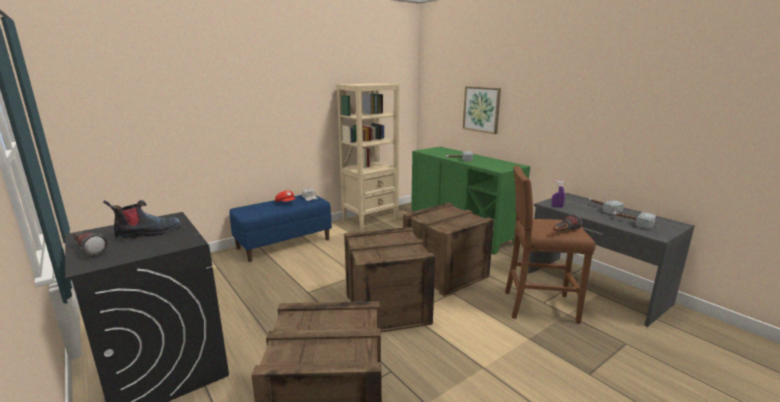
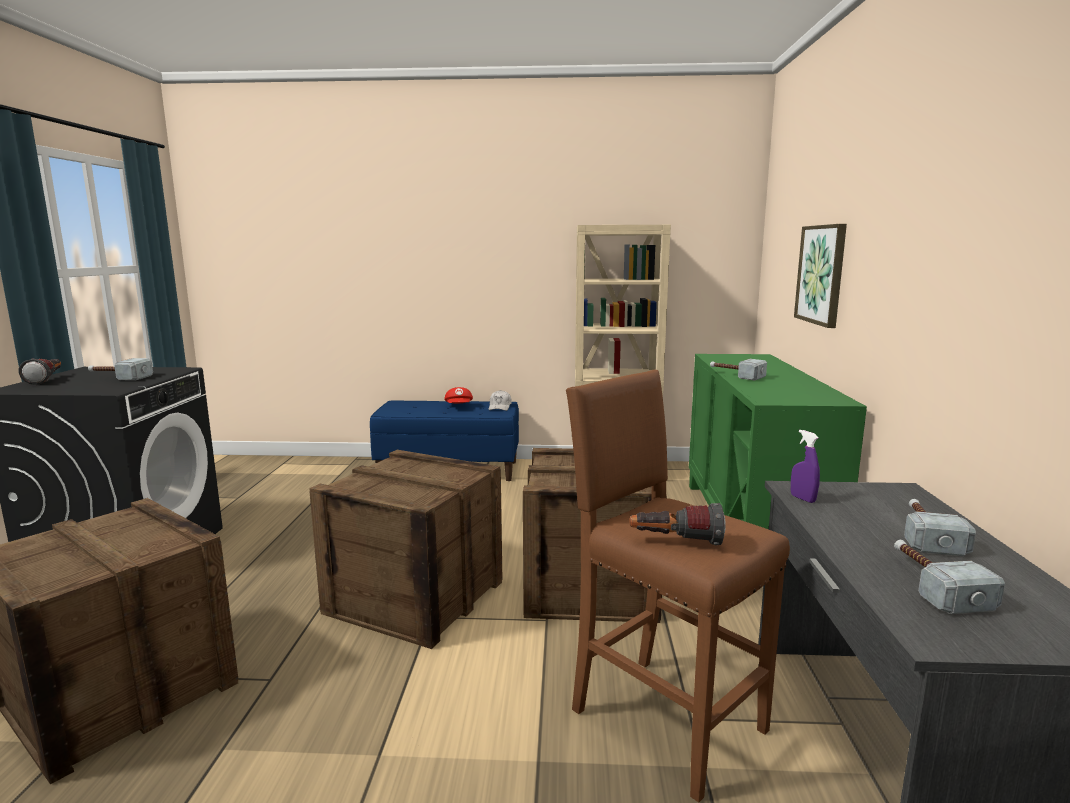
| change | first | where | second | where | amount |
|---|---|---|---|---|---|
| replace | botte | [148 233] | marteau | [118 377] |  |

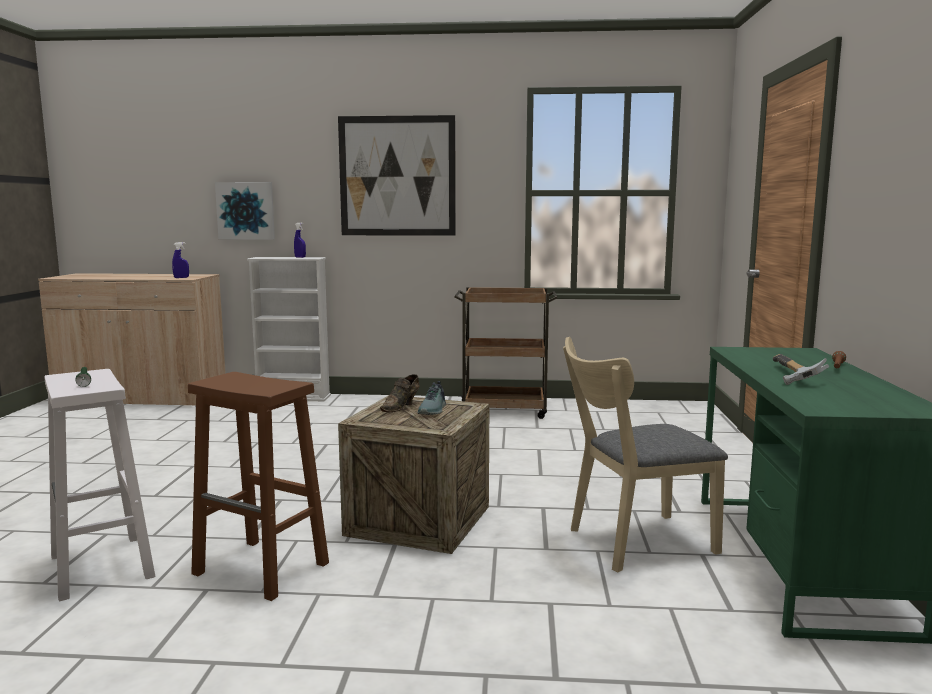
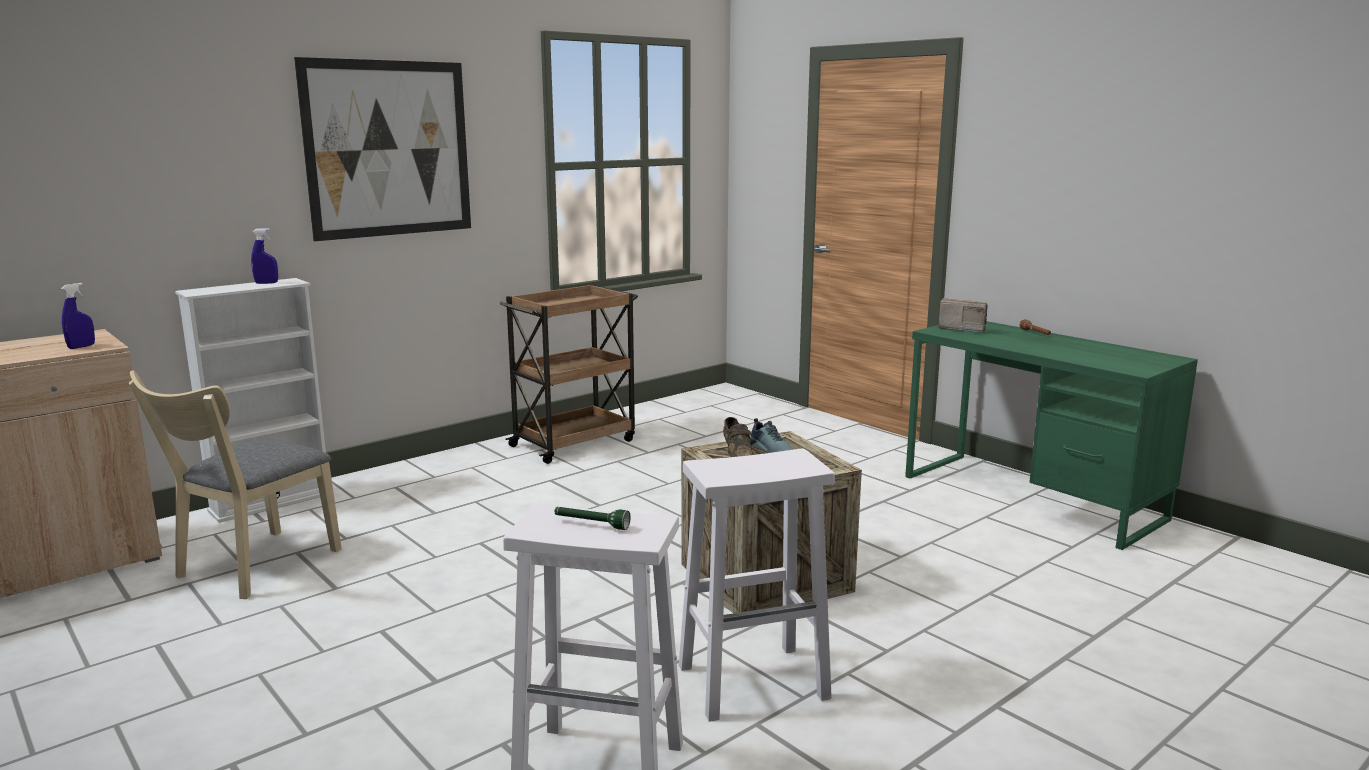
| change | first | where | second | where | amount |
|---|---|---|---|---|---|
| recolor | tabouret [marron] | [263 569] | tabouret [blanc] | [755 681] |  |
| delete | tableau | [246 210] |  |  |  |
| move | chaise [beige] | [632 542] |  | [250 568] |  |
| delete | marteau | [788 376] |  |  |  |
| insert |  |  | radio | [961 329] |  |

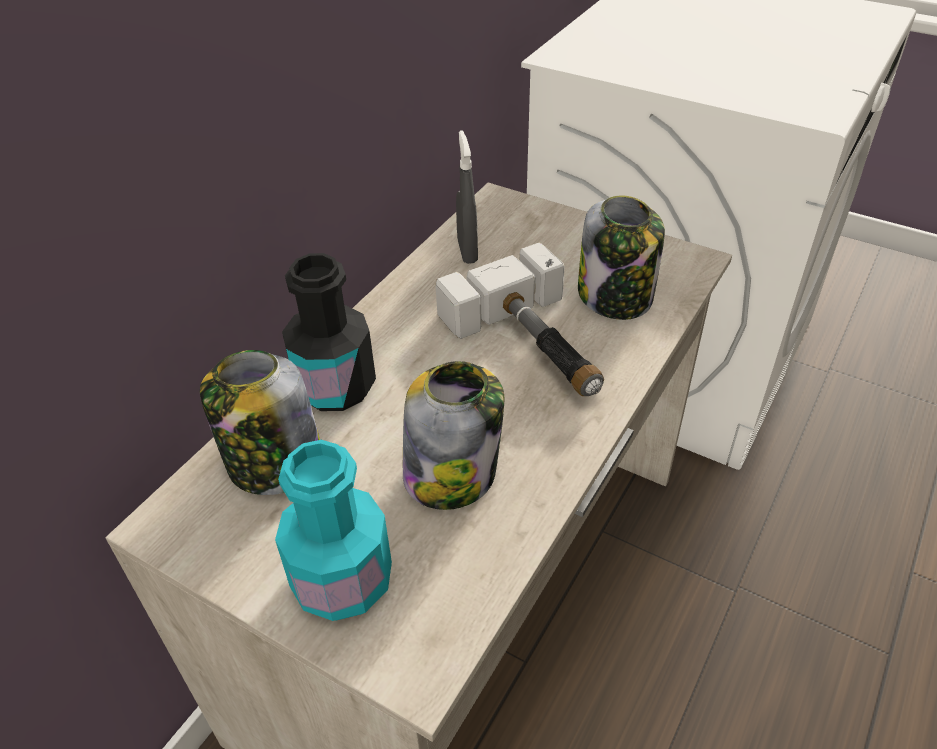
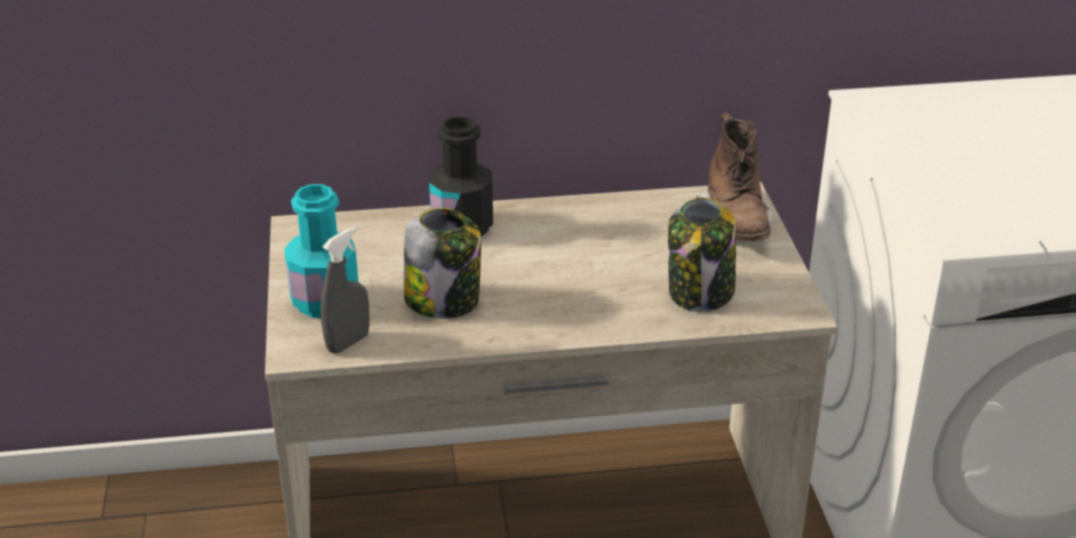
| change | first | where | second | where | amount |
|---|---|---|---|---|---|
| delete | bocal | [273 464] |  |  |  |
| delete | marteau | [535 345] |  |  |  |
| move | vaporisateur [gris] | [467 251] |  | [348 343] |  |
| insert |  |  | botte [marron] | [735 224] |  |

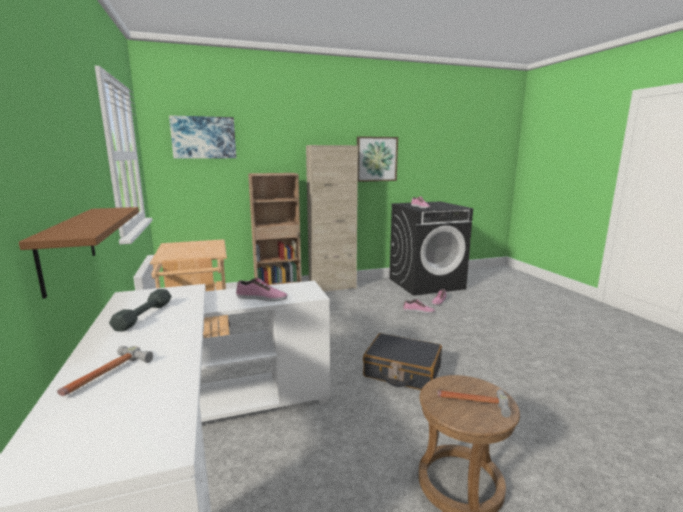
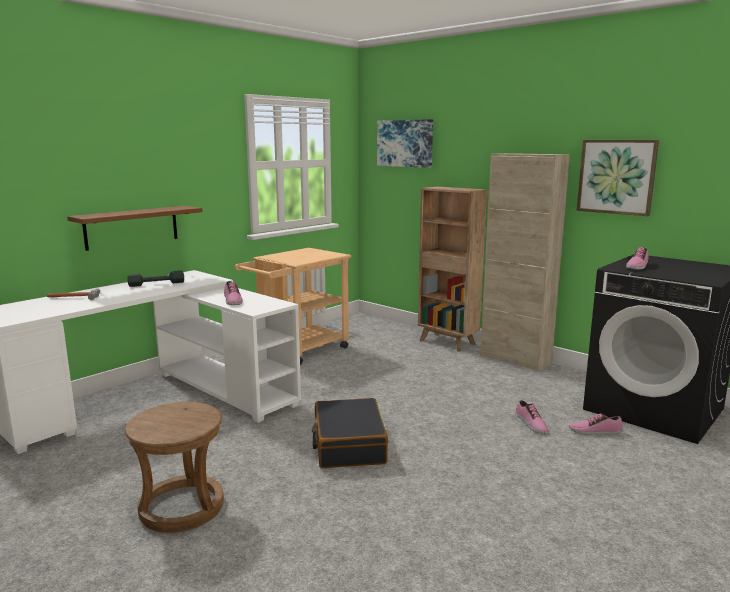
| change | first | where | second | where | amount |
|---|---|---|---|---|---|
| delete | marteau | [471 402] |  |  |  |

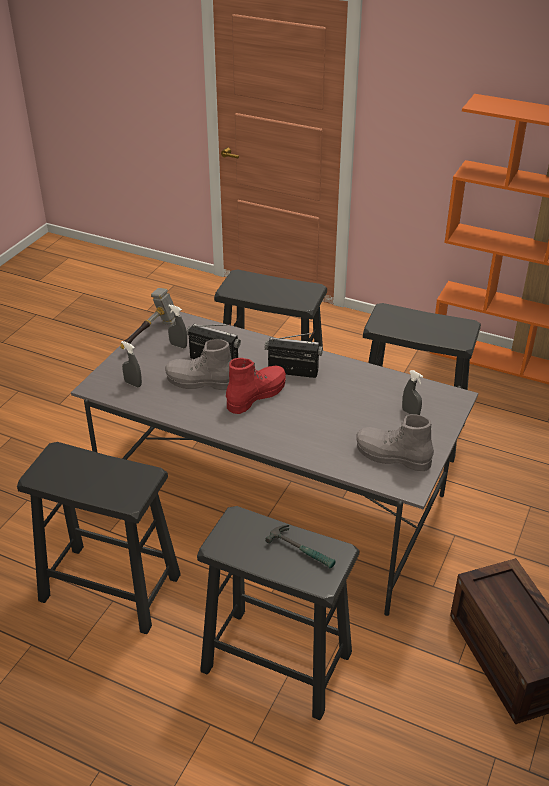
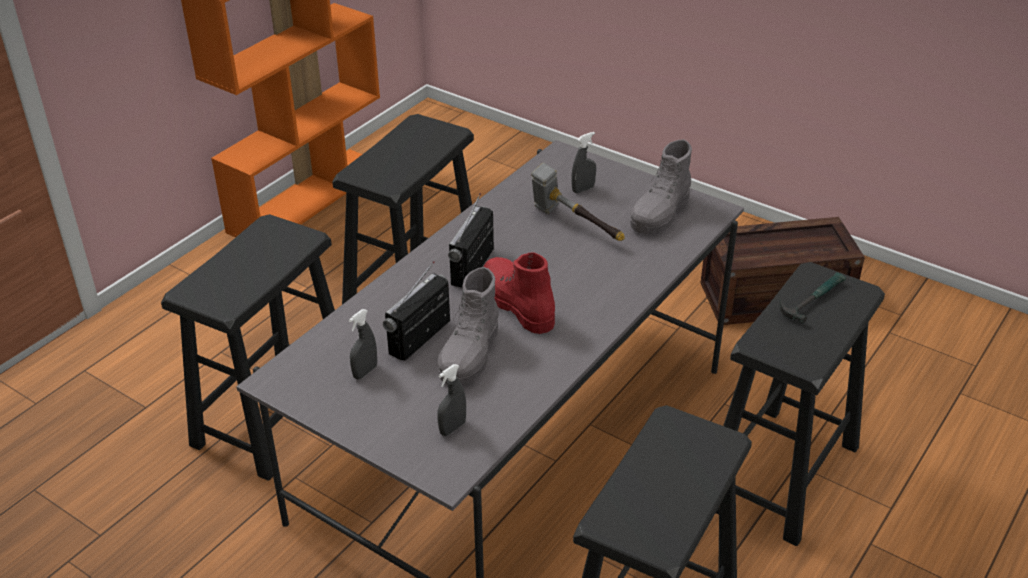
| change | first | where | second | where | amount |
|---|---|---|---|---|---|
| move | marteau | [150 335] |  | [574 226] |  |

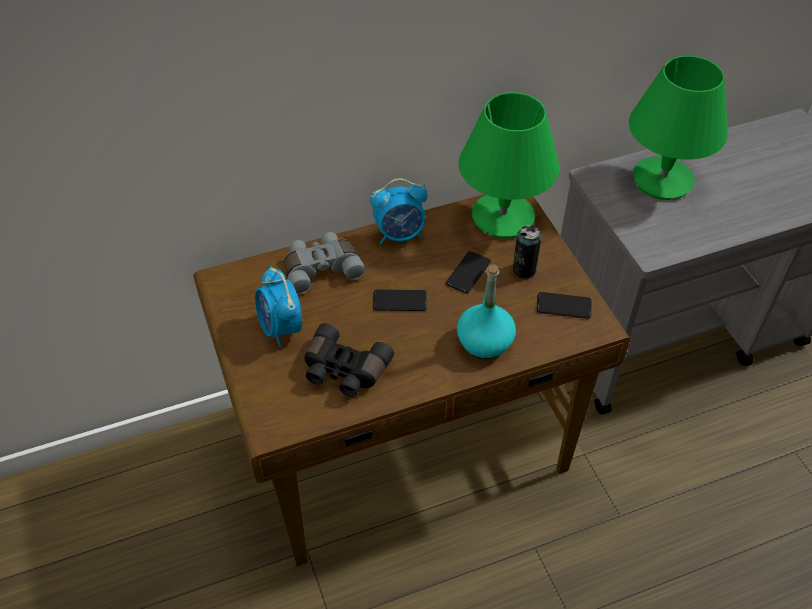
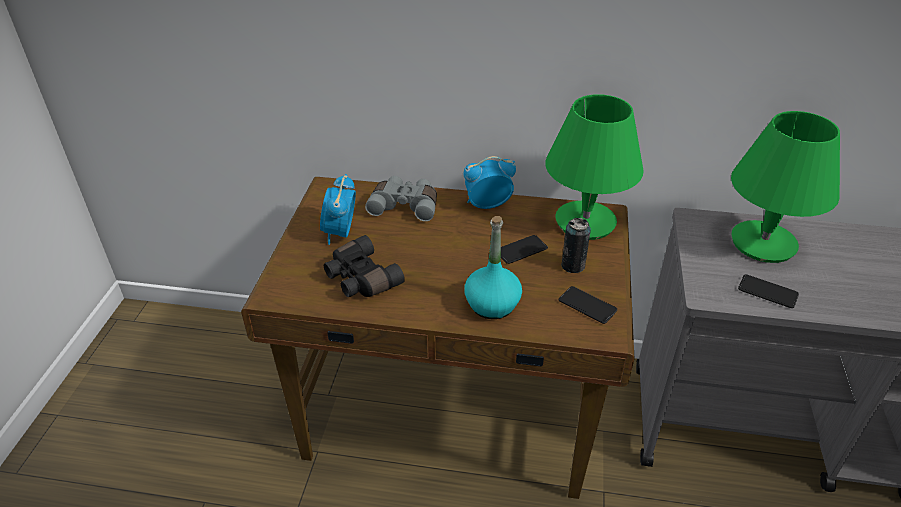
| change | first | where | second | where | amount |
|---|---|---|---|---|---|
| rotate | réveil | [400 234] |  | [487 204] | 150 degrees clockwise |
| move | téléphone | [400 301] |  | [767 292] |  |

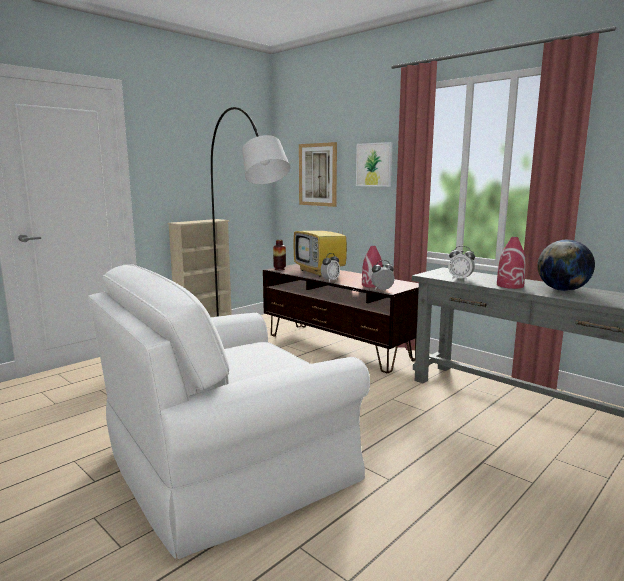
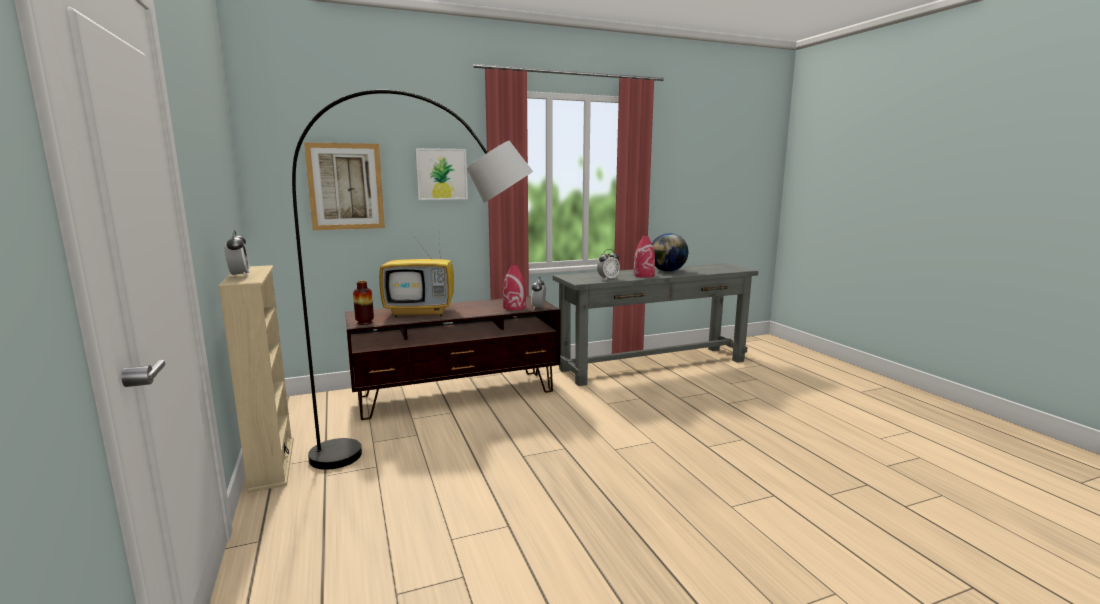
| change | first | where | second | where | amount |
|---|---|---|---|---|---|
| delete | fauteuil [blanc] | [227 466] |  |  |  |
| move | réveil | [330 280] |  | [239 276] |  |

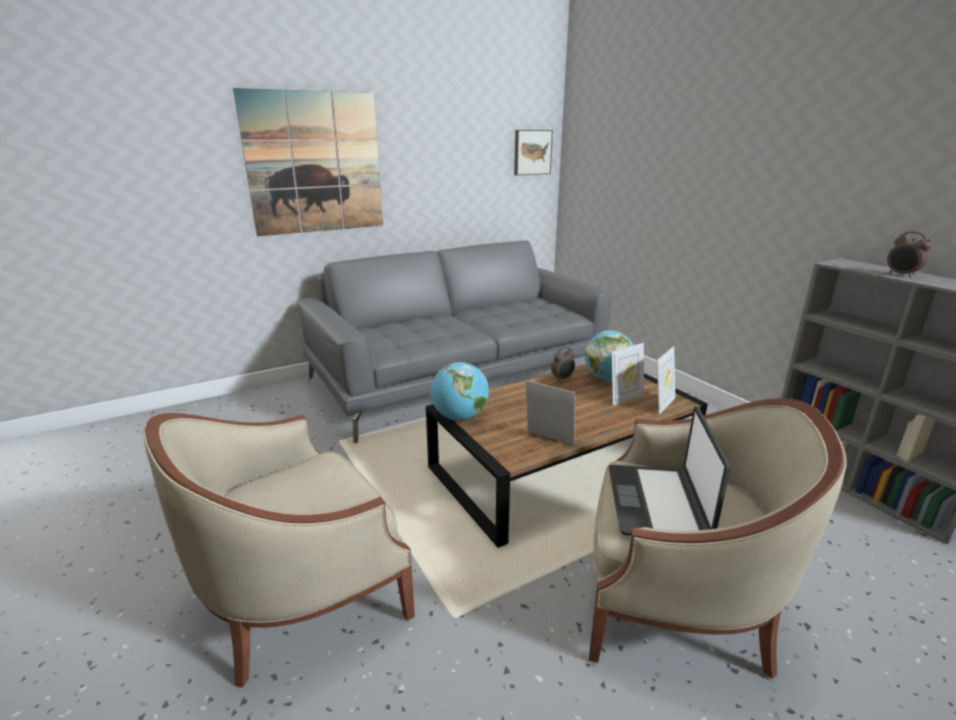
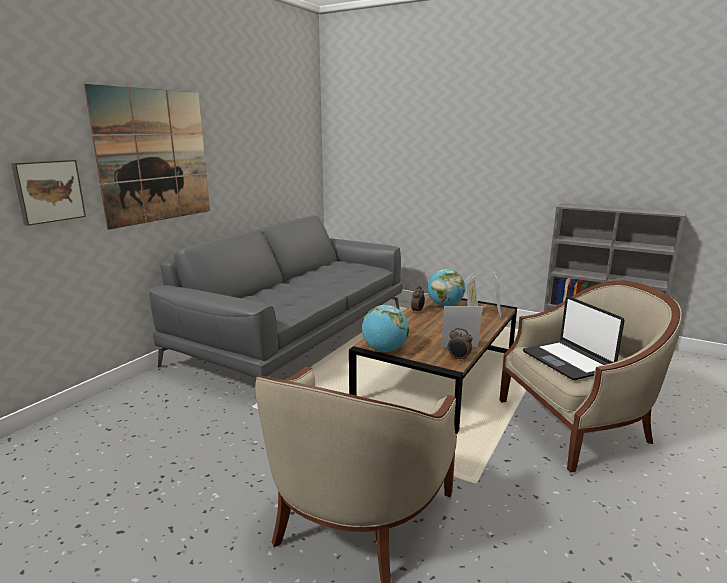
| change | first | where | second | where | amount |
|---|---|---|---|---|---|
| move | tableau | [532 152] |  | [48 191] |  |
| move | réveil | [901 275] |  | [458 358] |  |

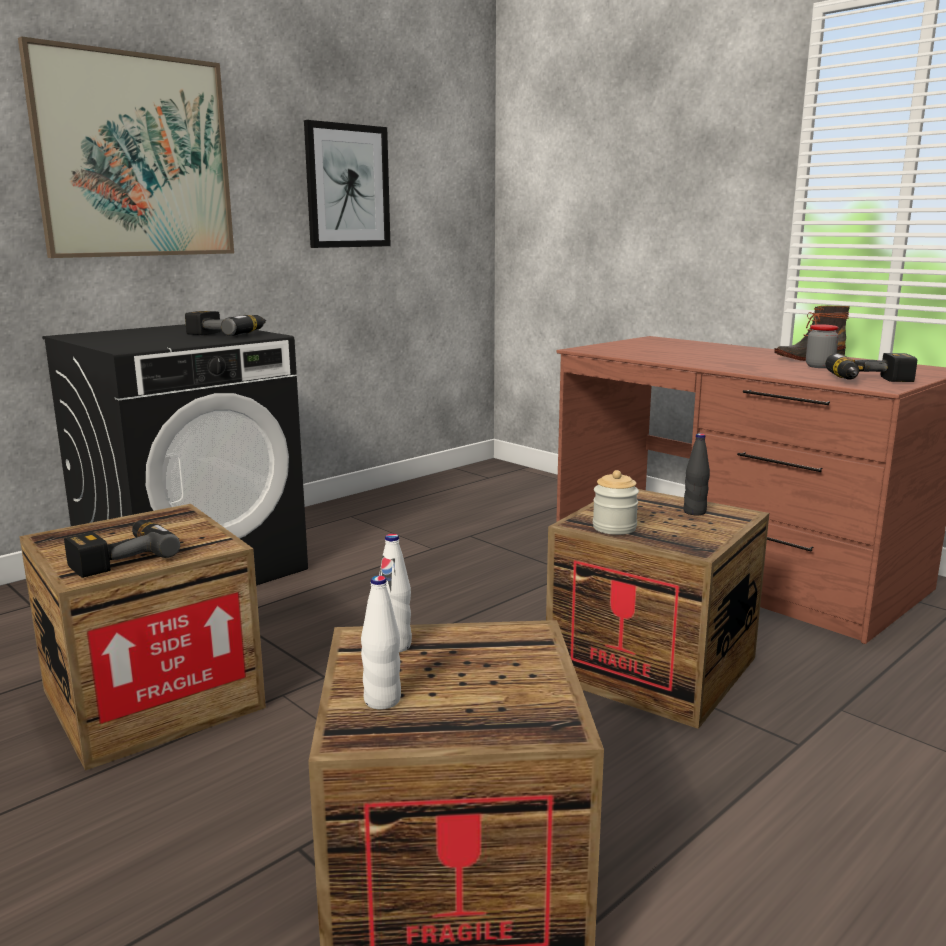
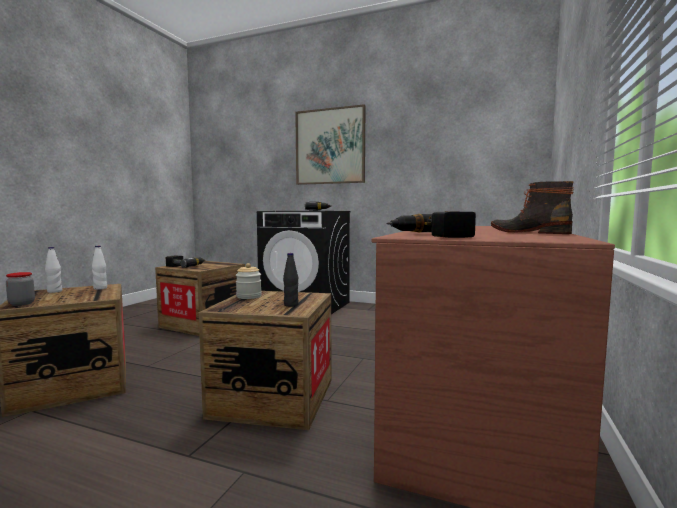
| change | first | where | second | where | amount |
|---|---|---|---|---|---|
| delete | tableau | [347 186] |  |  |  |
| move | bocal | [819 366] |  | [21 303] |  |

